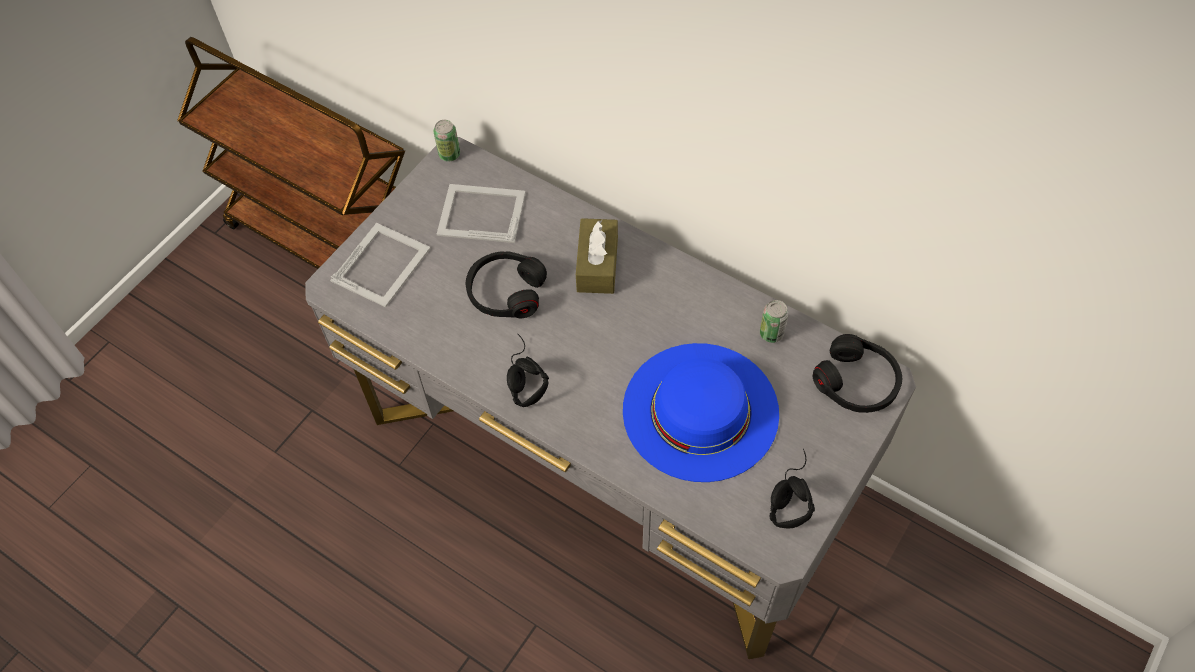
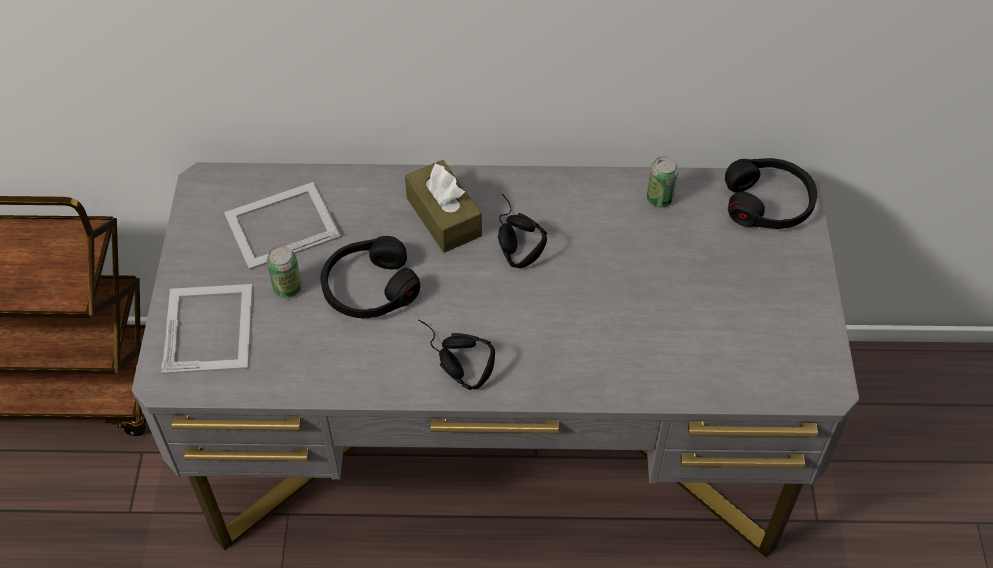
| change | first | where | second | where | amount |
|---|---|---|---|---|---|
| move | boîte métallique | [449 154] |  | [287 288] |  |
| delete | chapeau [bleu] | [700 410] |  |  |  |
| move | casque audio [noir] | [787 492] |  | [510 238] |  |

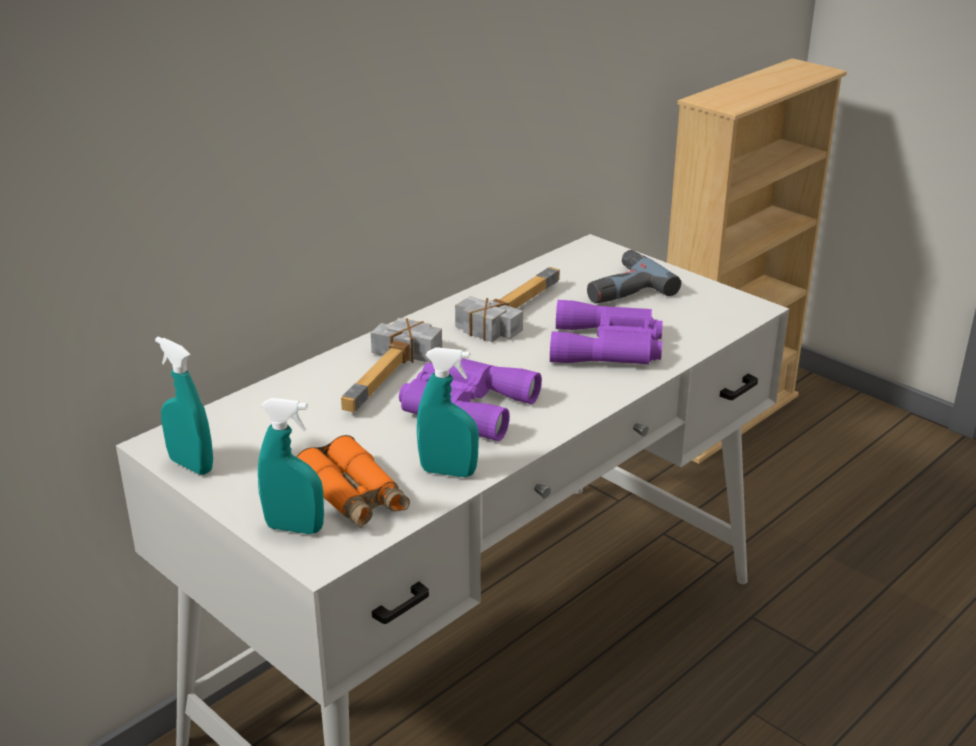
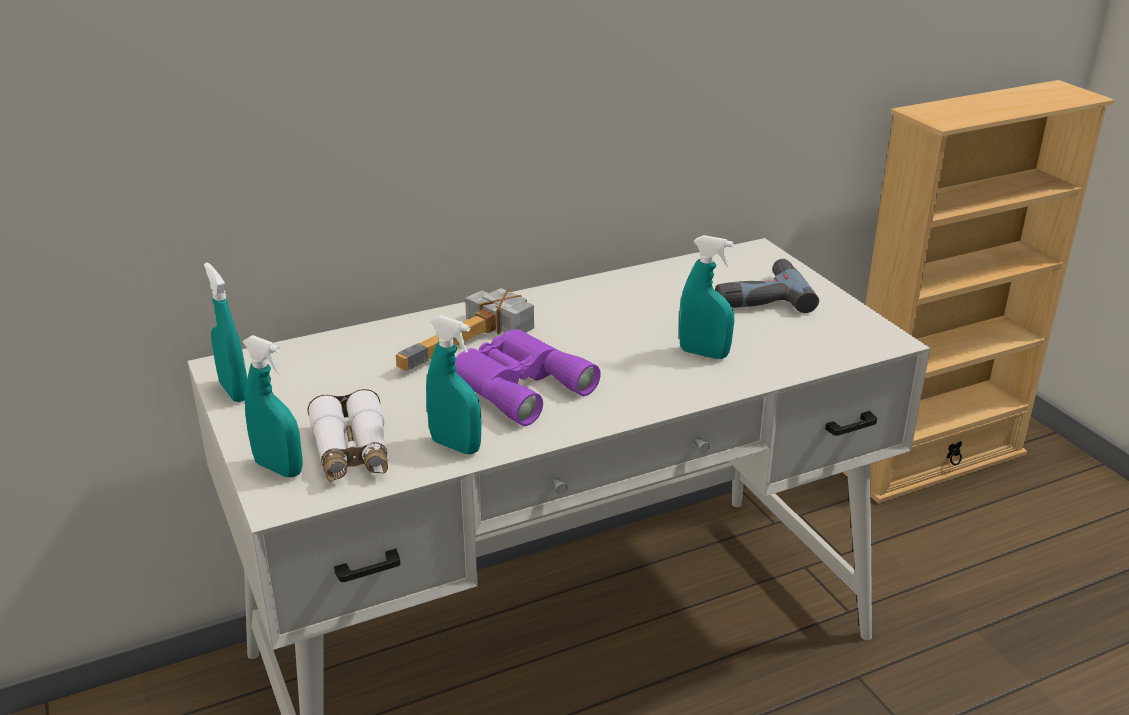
| change | first | where | second | where | amount |
|---|---|---|---|---|---|
| recolor | jumelles [orange] | [353 497] | jumelles [blanc] | [351 451] |  |
| delete | marteau | [507 310] |  |  |  |
| replace | jumelles [violet] | [609 347] | vaporisateur [turquoise] | [703 353] |  |

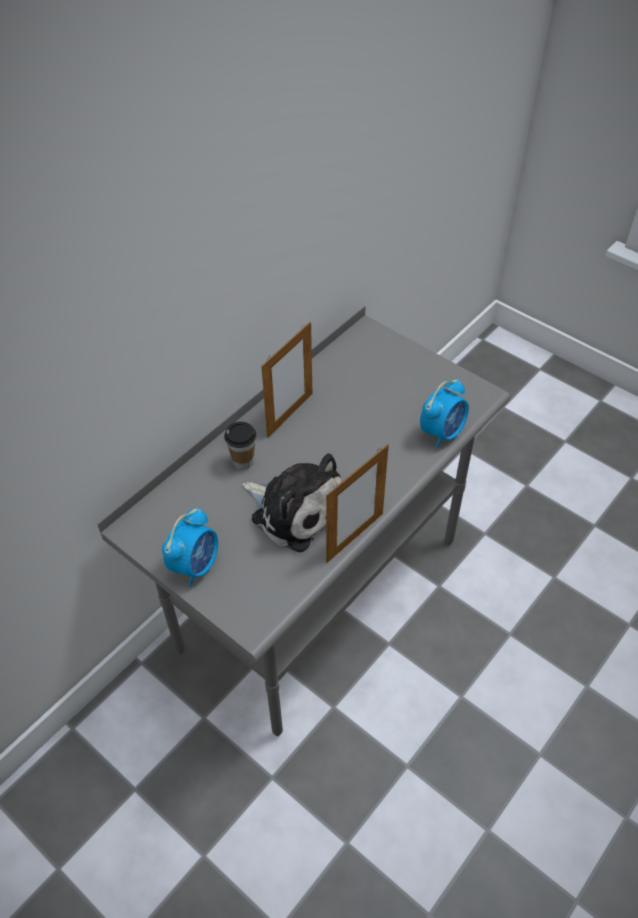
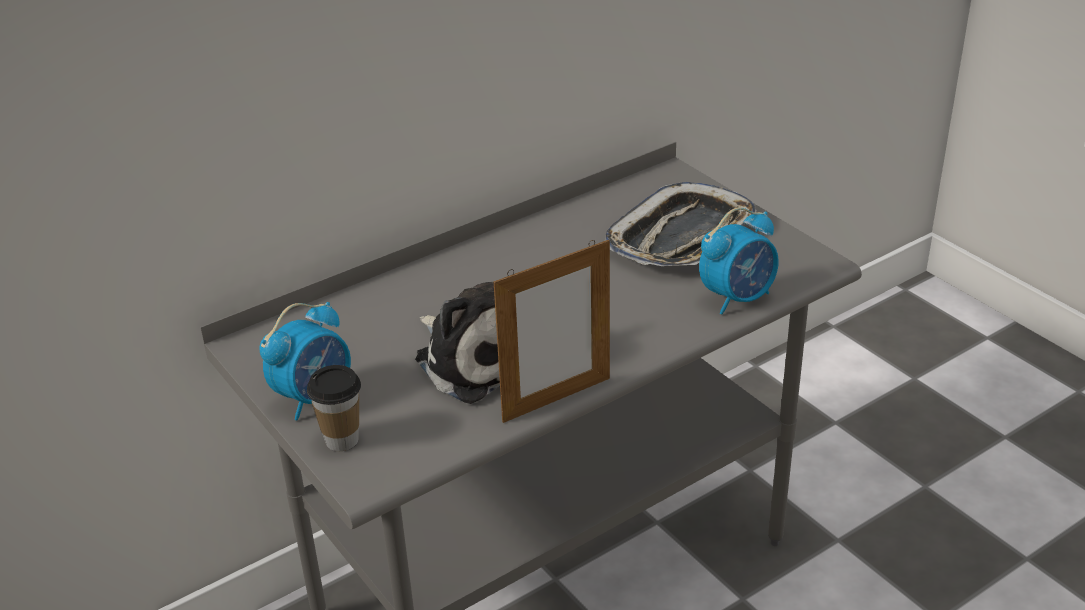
| change | first | where | second | where | amount |
|---|---|---|---|---|---|
| move | tasse | [243 462] |  | [342 440] |  |
| delete | cadre photo | [290 414] |  |  |  |
| insert |  |  | plateau | [682 237] |  |

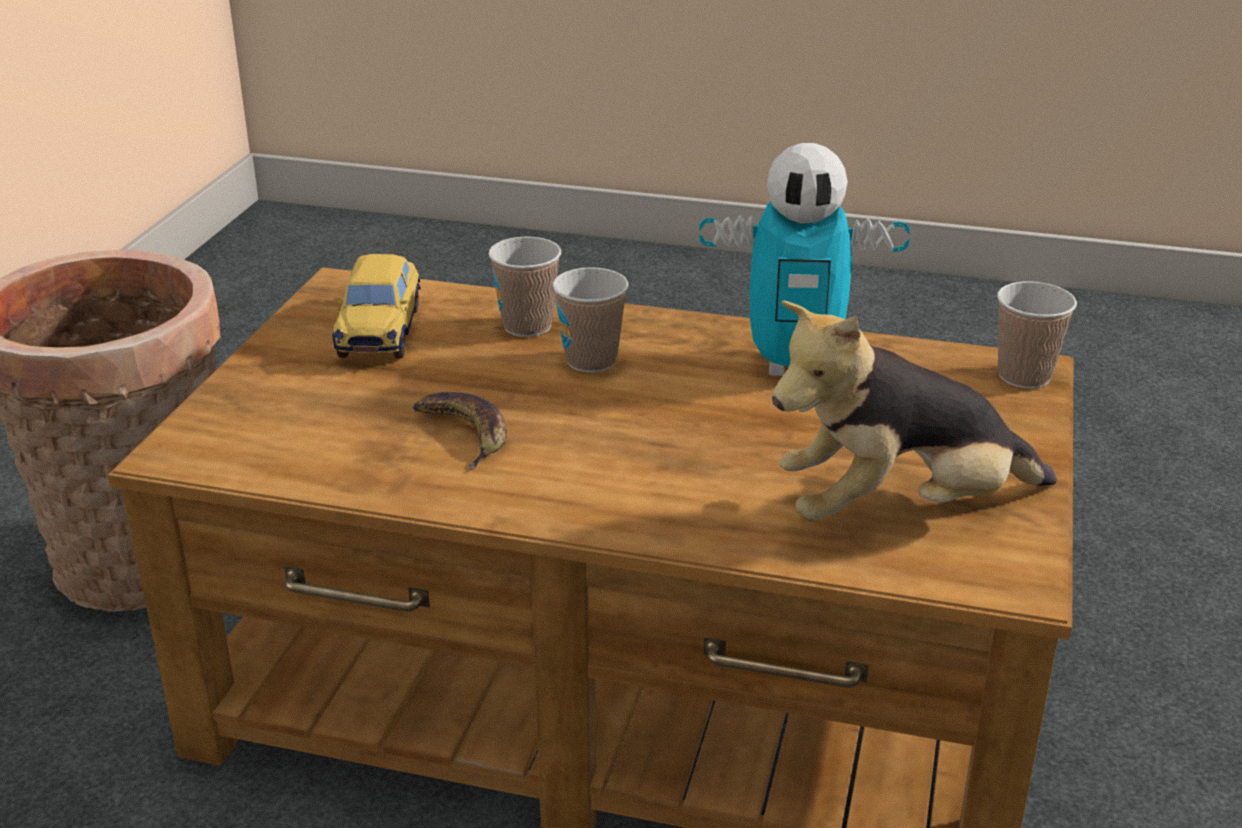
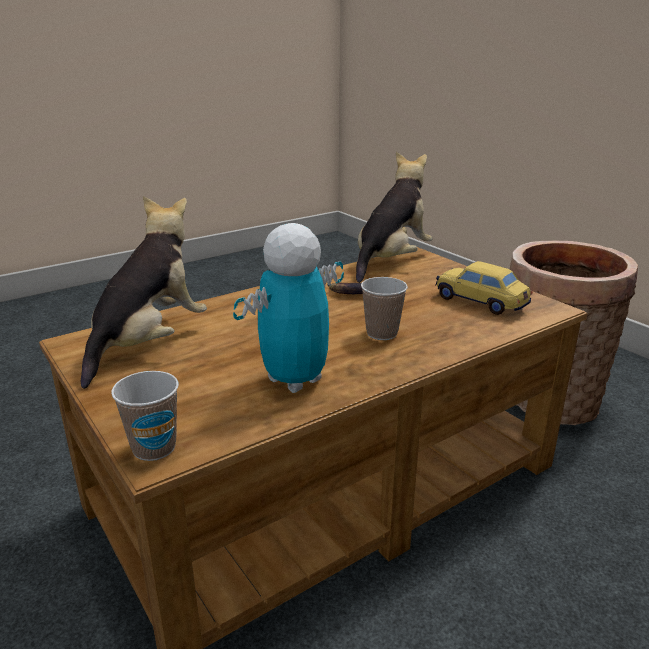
| change | first | where | second | where | amount |
|---|---|---|---|---|---|
| delete | tasse | [527 326] |  |  |  |
| insert |  |  | peluche | [391 260] |  |

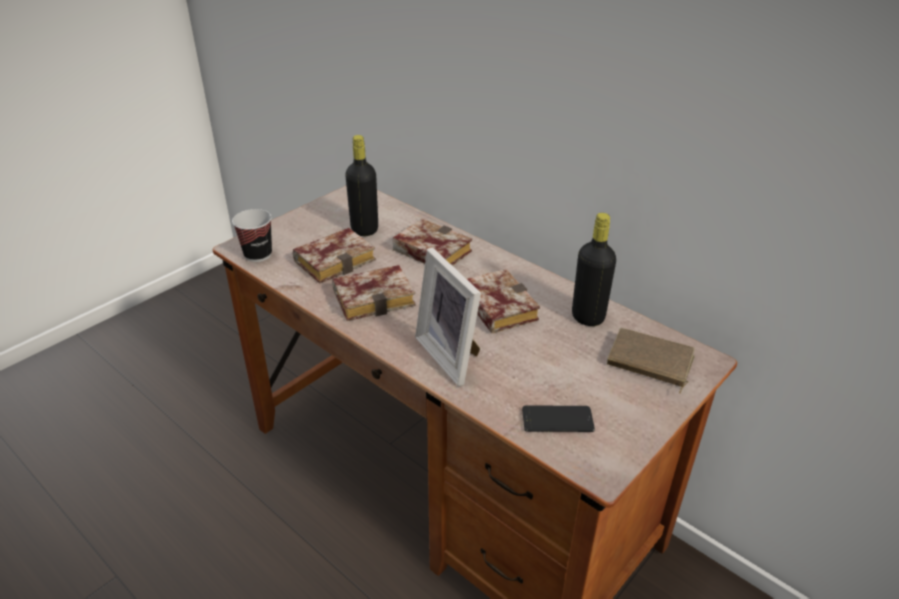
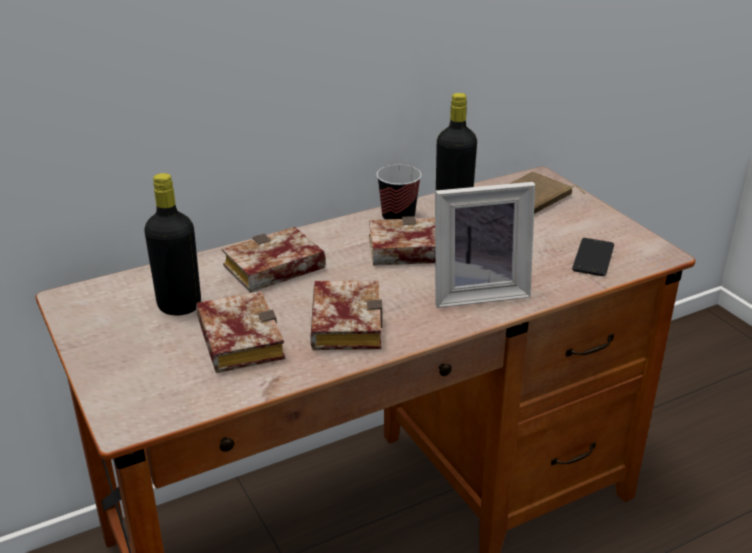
| change | first | where | second | where | amount |
|---|---|---|---|---|---|
| move | tasse | [258 254] |  | [398 218] |  |

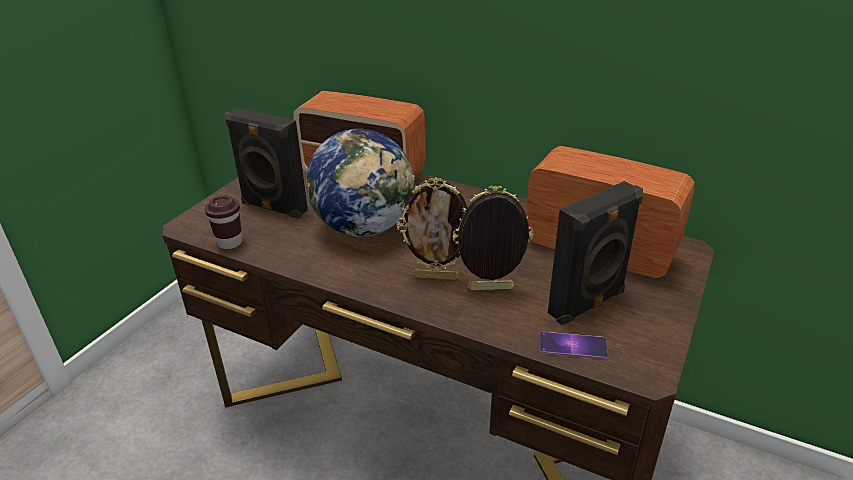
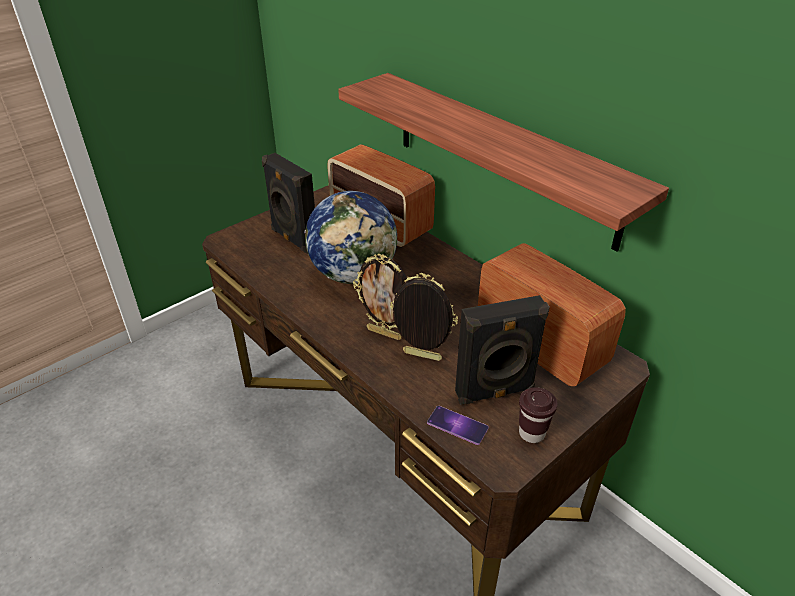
| change | first | where | second | where | amount |
|---|---|---|---|---|---|
| move | tasse [marron] | [230 243] |  | [531 433] |  |
| insert |  |  | étagère | [502 157] |  |

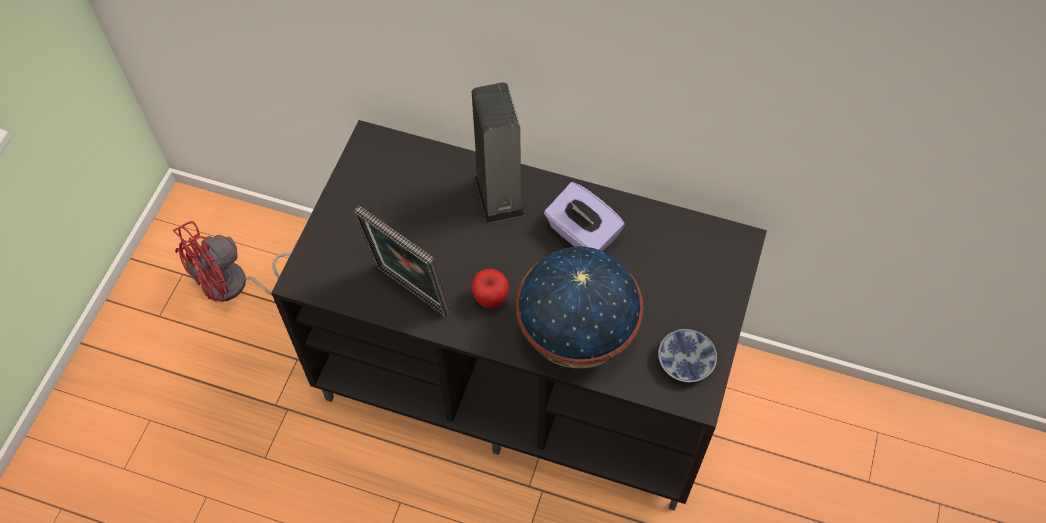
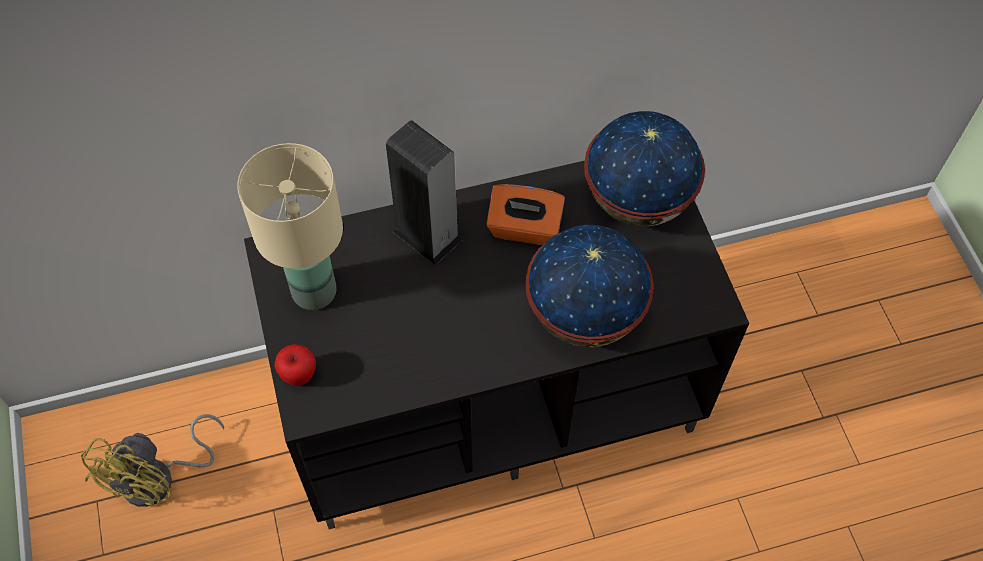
| change | first | where | second | where | amount |
|---|---|---|---|---|---|
| recolor | ventilateur [rouge] | [235 285] | ventilateur [jaune] | [160 479] |  |
| delete | cadre photo | [409 293] |  |  |  |
| move | pomme | [491 299] |  | [299 375] |  |
| recolor | boîte à mouchoirs [violet] | [582 234] | boîte à mouchoirs [orange] | [524 229] |  |
| delete | bol | [683 361] |  |  |  |
| insert |  |  | lampe de table [beige] | [313 290] |  |
| insert |  |  | globe | [637 202] |  |

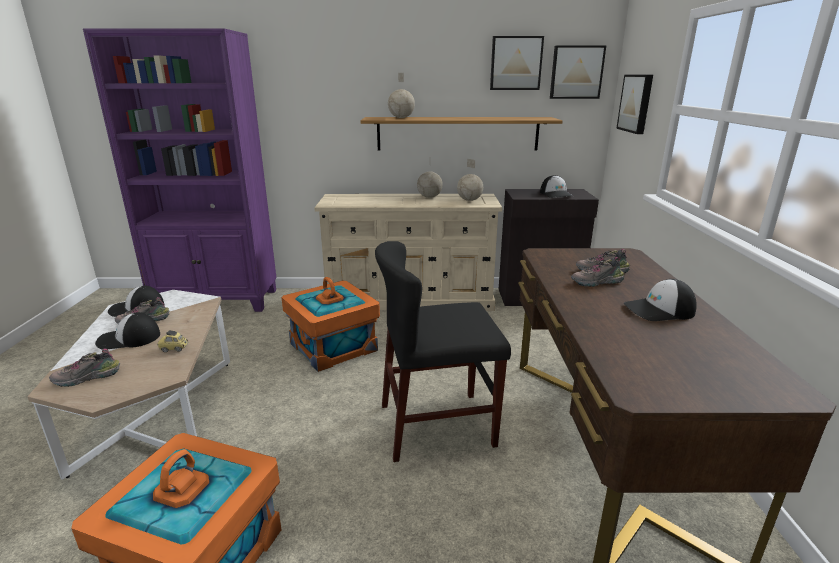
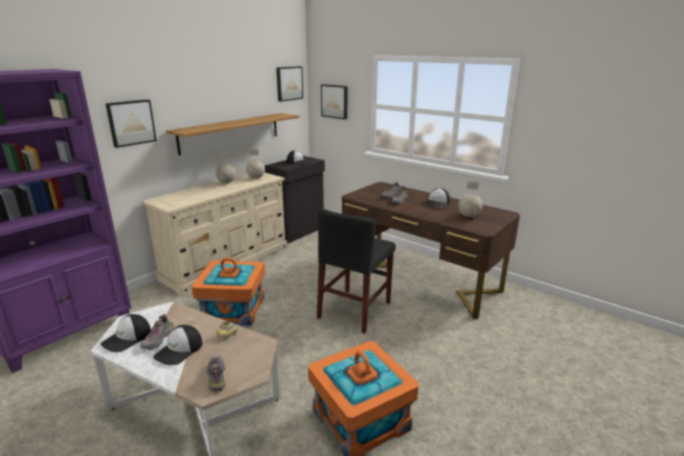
| change | first | where | second | where | amount |
|---|---|---|---|---|---|
| rotate | chaussure | [87 378] |  | [216 376] | 150 degrees clockwise |
| move | globe | [401 118] |  | [468 216] |  |
| move | tableau | [515 63] |  | [131 122] |  |

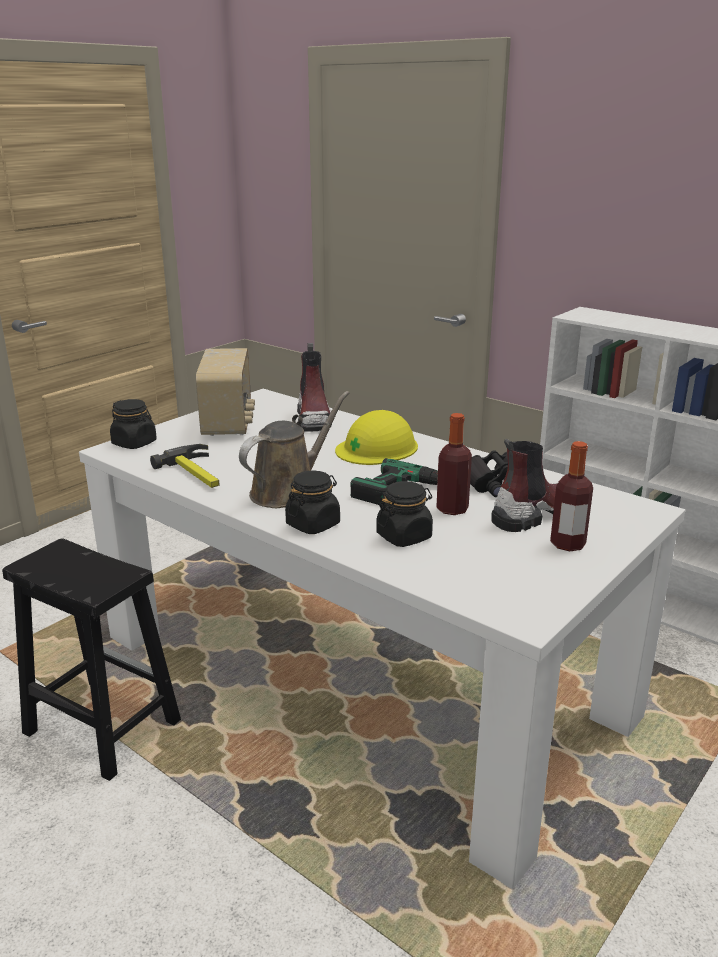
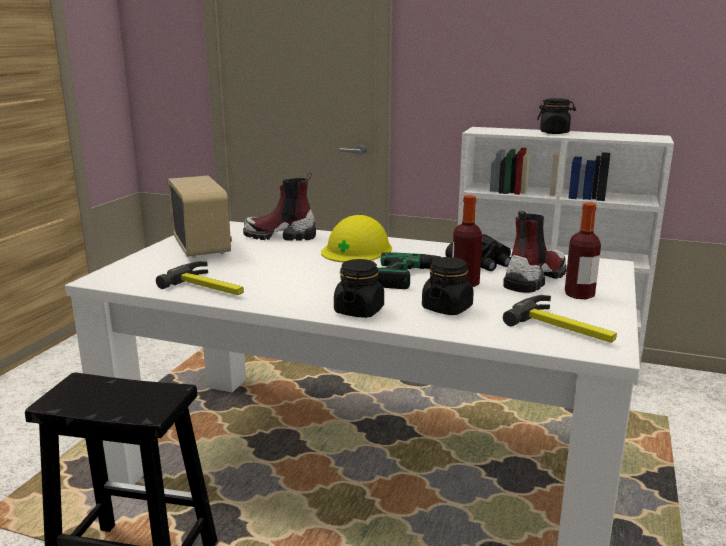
| change | first | where | second | where | amount |
|---|---|---|---|---|---|
| move | bocal [noir] | [134 443] |  | [554 132] |  |
| delete | arrosoir [marron] | [289 491] |  |  |  |
| rotate | botte | [314 419] |  | [280 236] | 120 degrees clockwise |
| insert |  |  | marteau | [564 328] |  |

